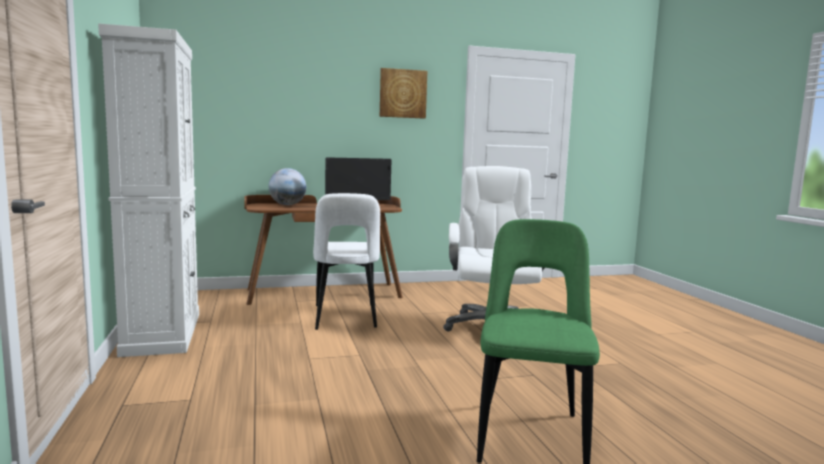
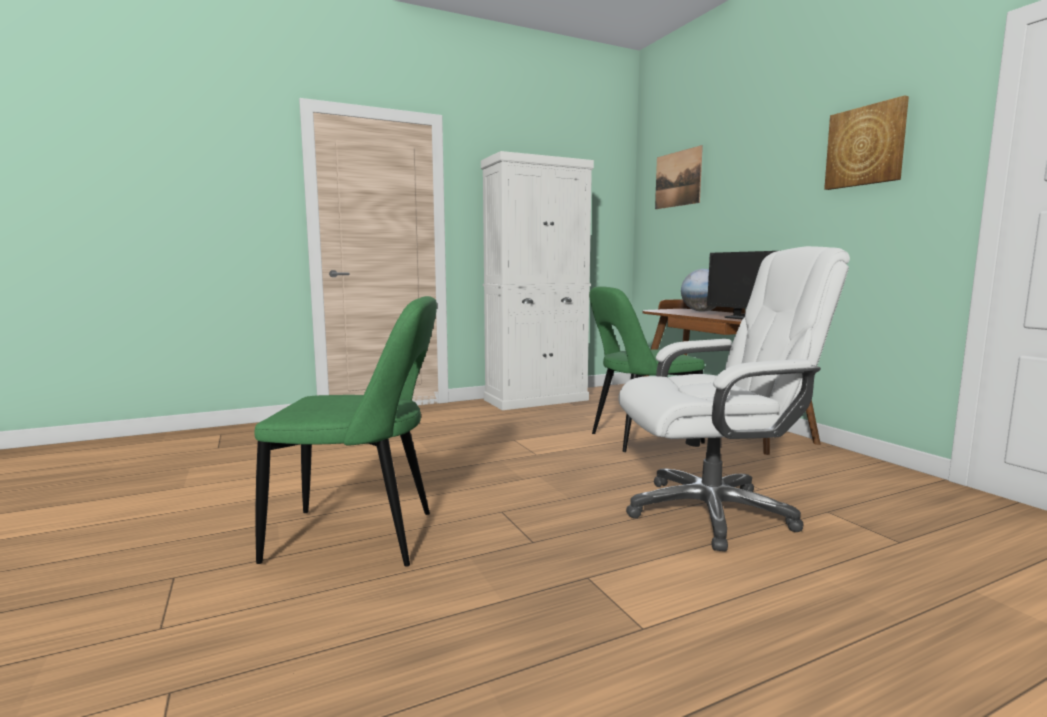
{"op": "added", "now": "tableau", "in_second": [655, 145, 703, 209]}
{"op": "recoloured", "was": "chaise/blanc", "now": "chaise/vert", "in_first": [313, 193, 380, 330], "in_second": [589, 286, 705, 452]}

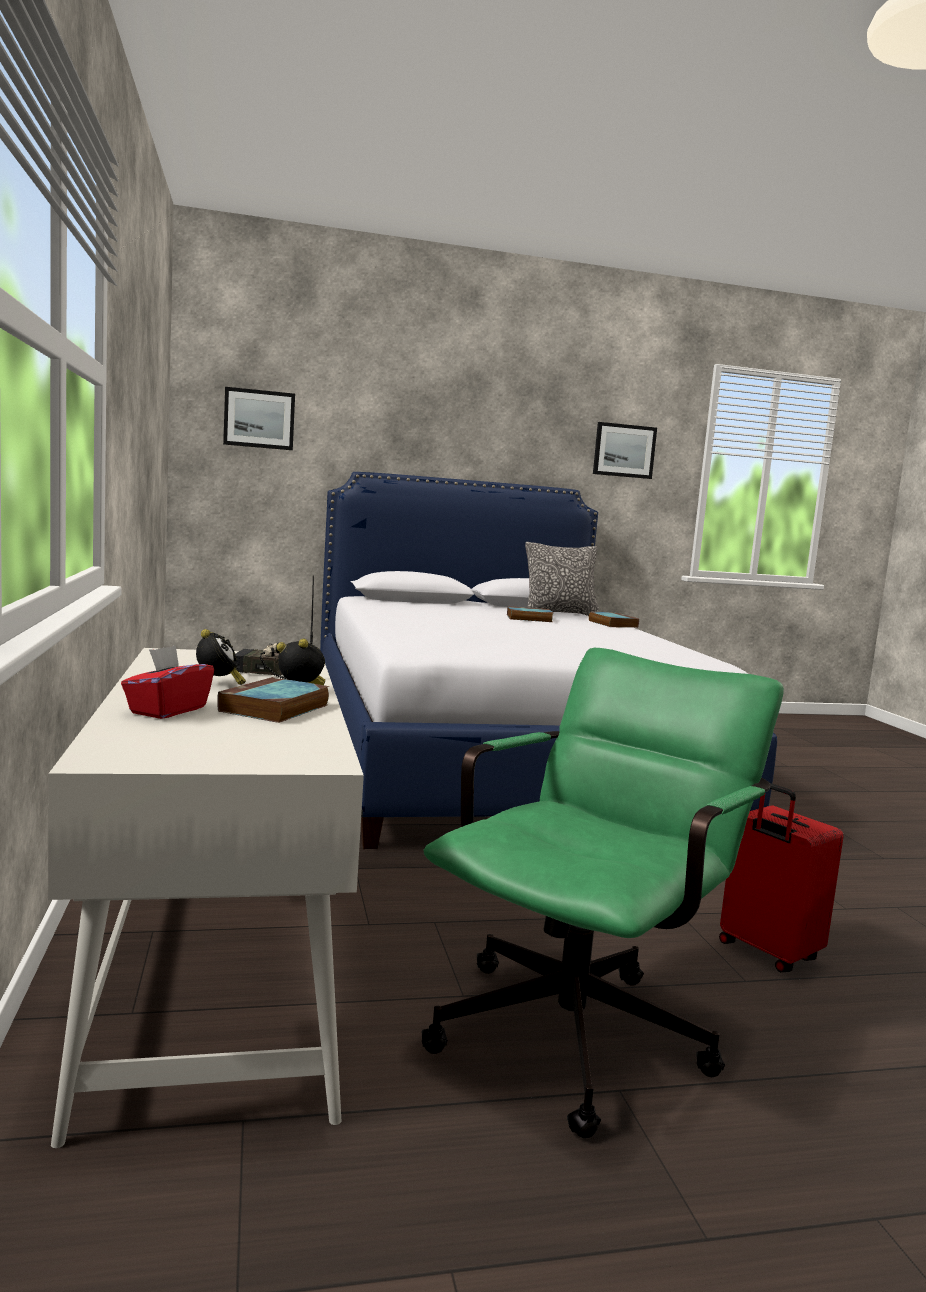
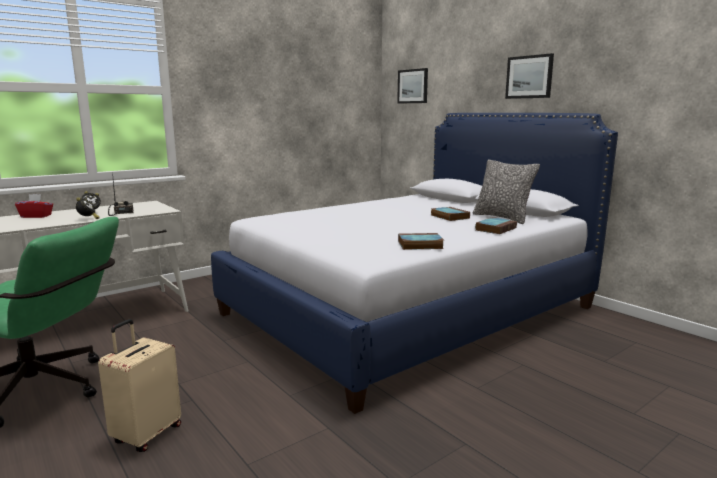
{"op": "moved", "was": "livre", "in_first": [217, 677, 329, 723], "in_second": [398, 233, 444, 250]}
{"op": "moved", "was": "tableau", "in_first": [593, 422, 657, 479], "in_second": [505, 53, 554, 99]}
{"op": "recoloured", "was": "valise/rouge", "now": "valise/beige", "in_first": [719, 783, 844, 972], "in_second": [98, 319, 181, 452]}

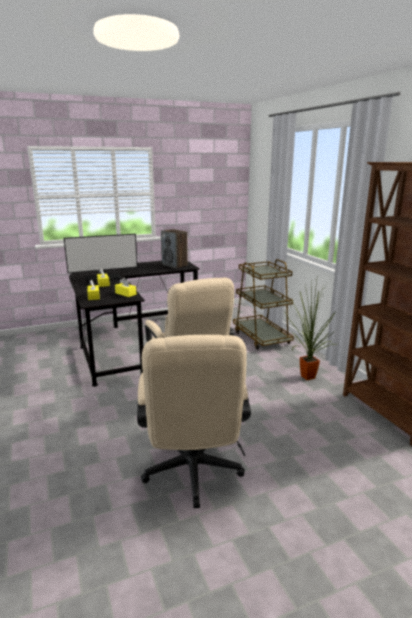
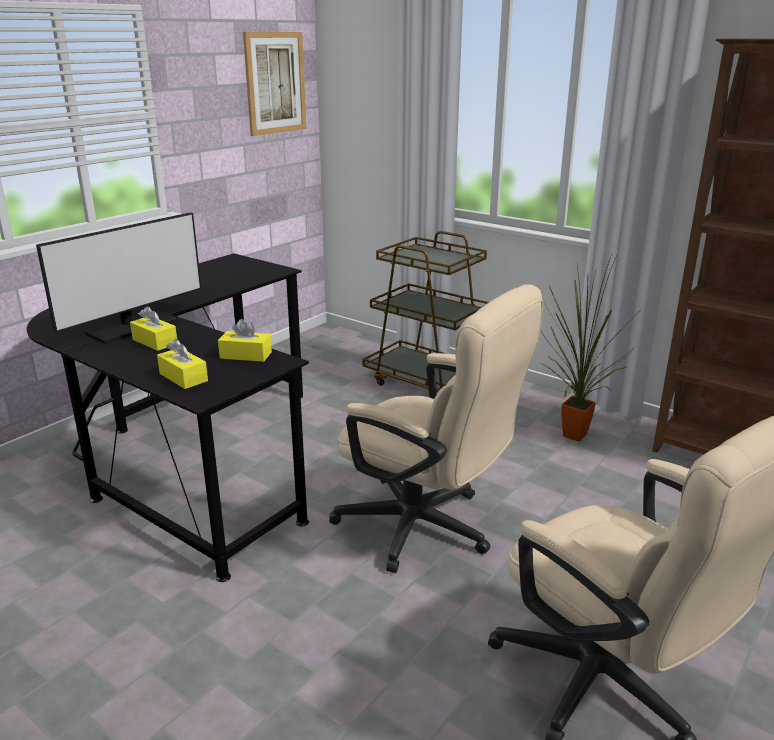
{"op": "removed", "was": "enceinte", "in_first": [161, 229, 188, 269]}
{"op": "added", "now": "tableau", "in_second": [243, 32, 306, 136]}

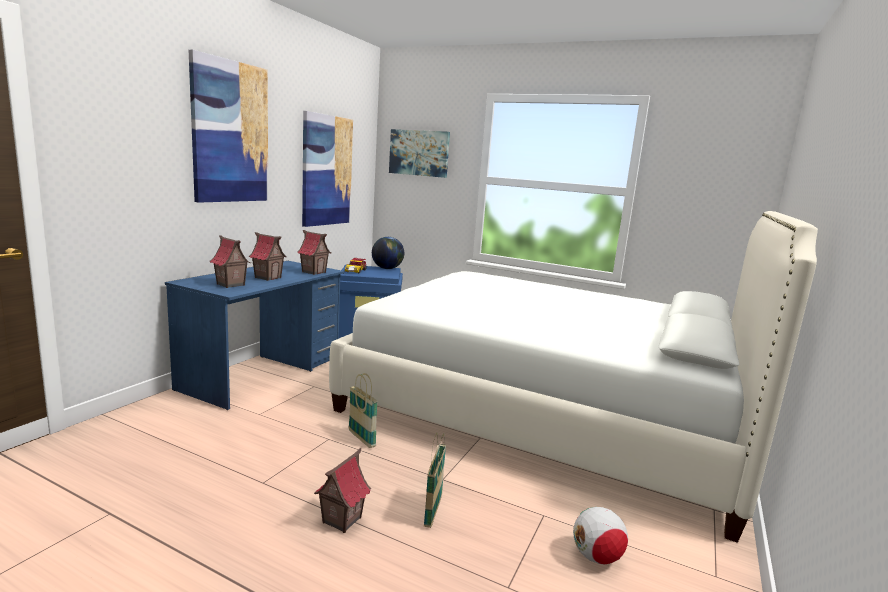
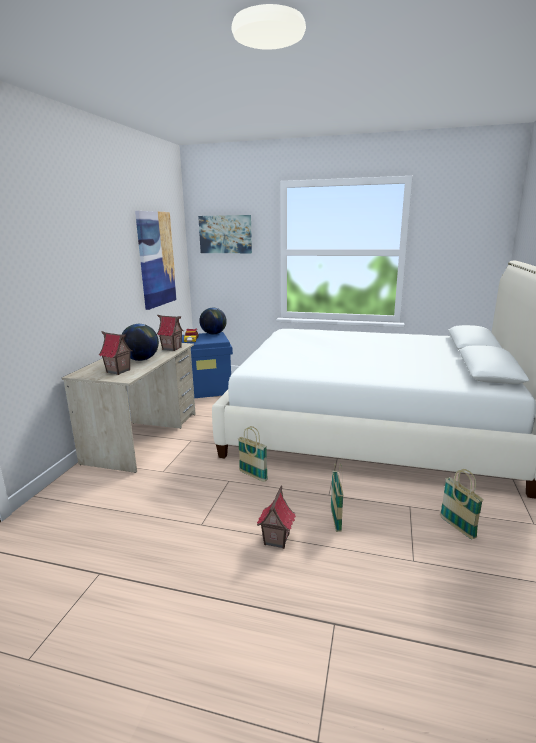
{"op": "removed", "was": "tableau", "in_first": [189, 49, 268, 203]}
{"op": "replaced", "was": "maison miniature", "now": "globe", "in_first": [249, 232, 287, 281], "in_second": [121, 324, 159, 361]}
{"op": "replaced", "was": "ballon de foot", "now": "panier", "in_first": [573, 507, 628, 564], "in_second": [440, 469, 484, 539]}
{"op": "recoloured", "was": "bureau/bleu", "now": "bureau/beige", "in_first": [165, 261, 344, 410], "in_second": [62, 342, 196, 473]}

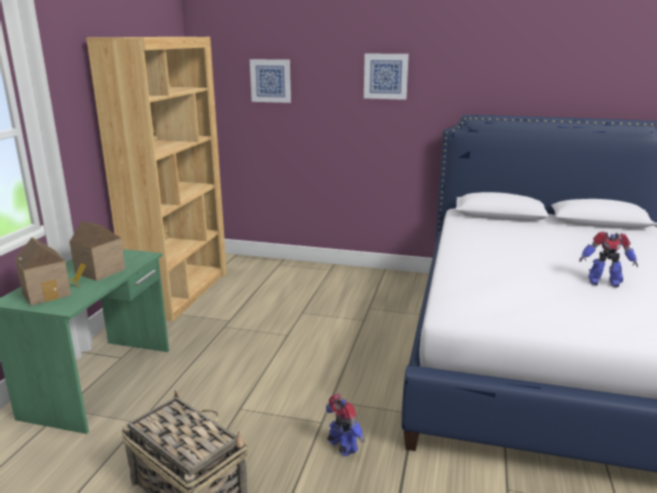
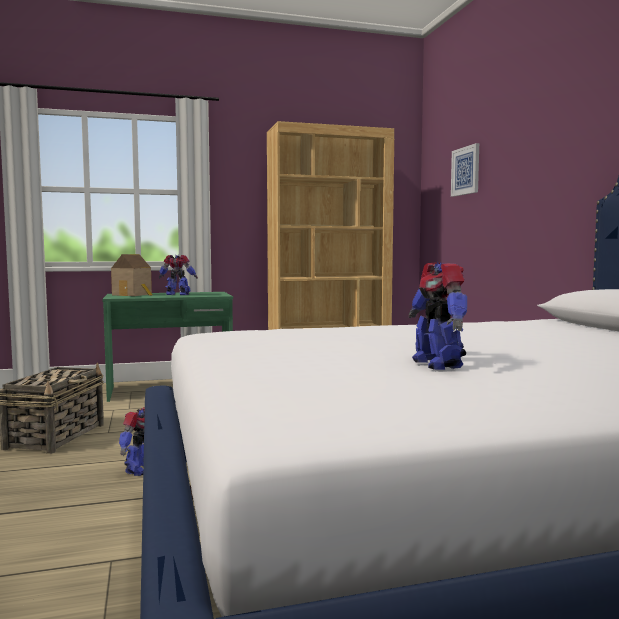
{"op": "removed", "was": "tableau", "in_first": [364, 54, 409, 100]}
{"op": "replaced", "was": "maison miniature", "now": "robot jouet", "in_first": [69, 221, 125, 282], "in_second": [159, 255, 198, 295]}

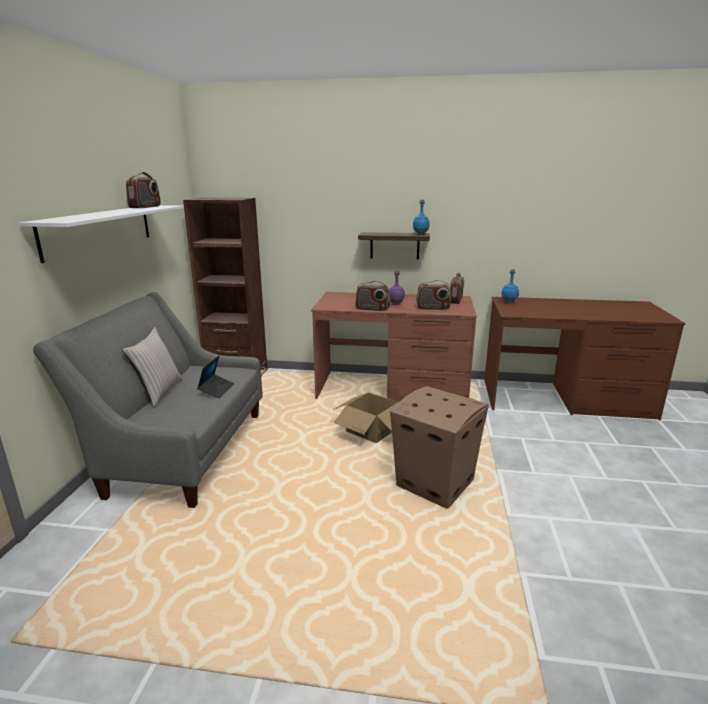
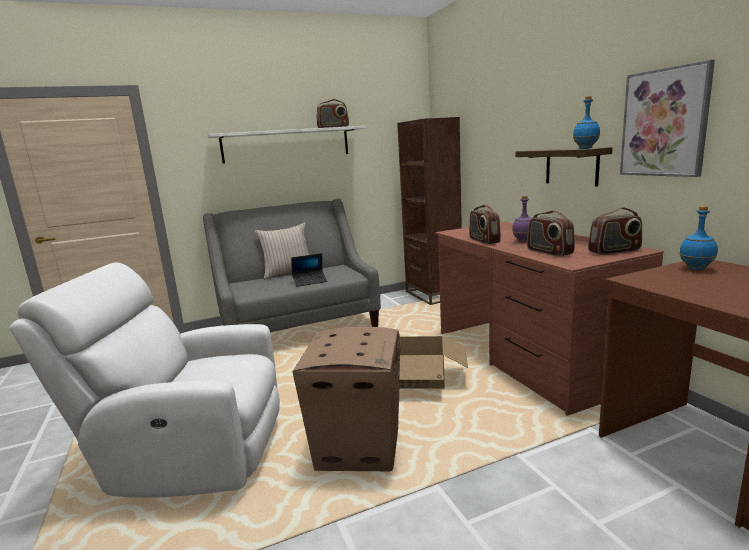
{"op": "added", "now": "fauteuil/blanc", "in_second": [10, 263, 280, 498]}
{"op": "added", "now": "tableau", "in_second": [620, 60, 715, 177]}

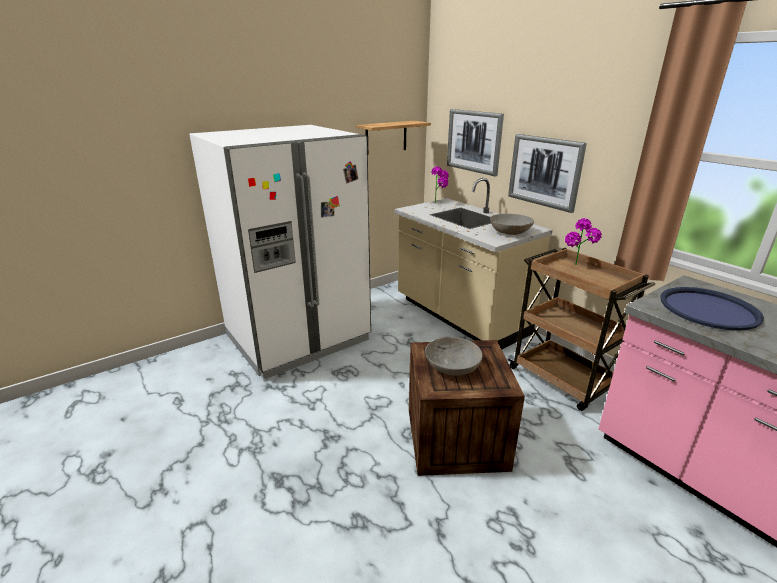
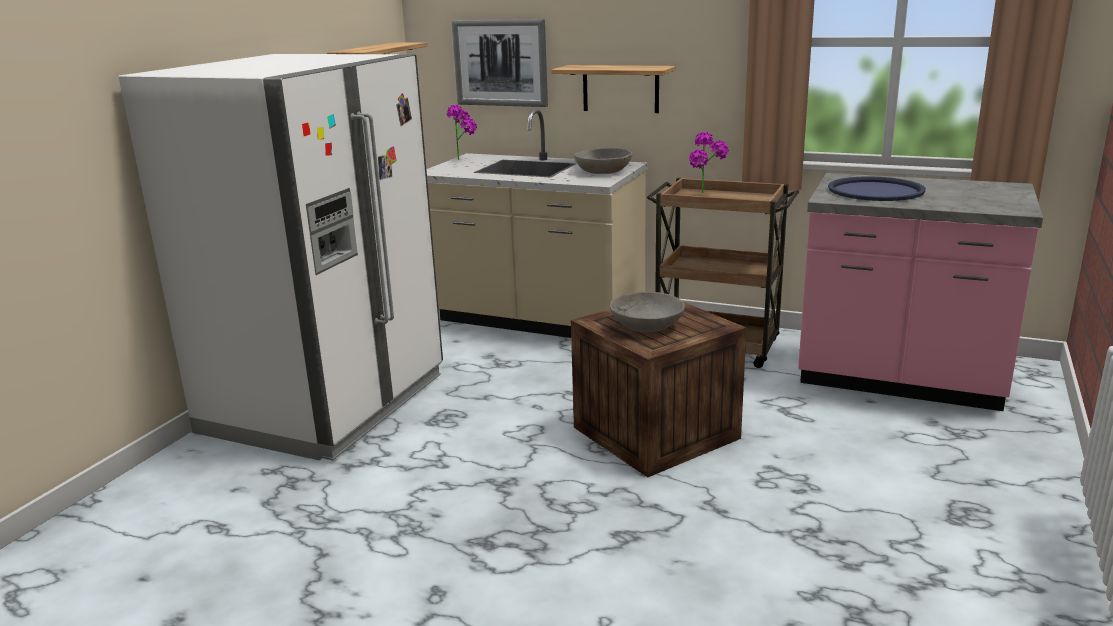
{"op": "replaced", "was": "tableau", "now": "étagère", "in_first": [508, 134, 587, 213], "in_second": [551, 65, 676, 113]}

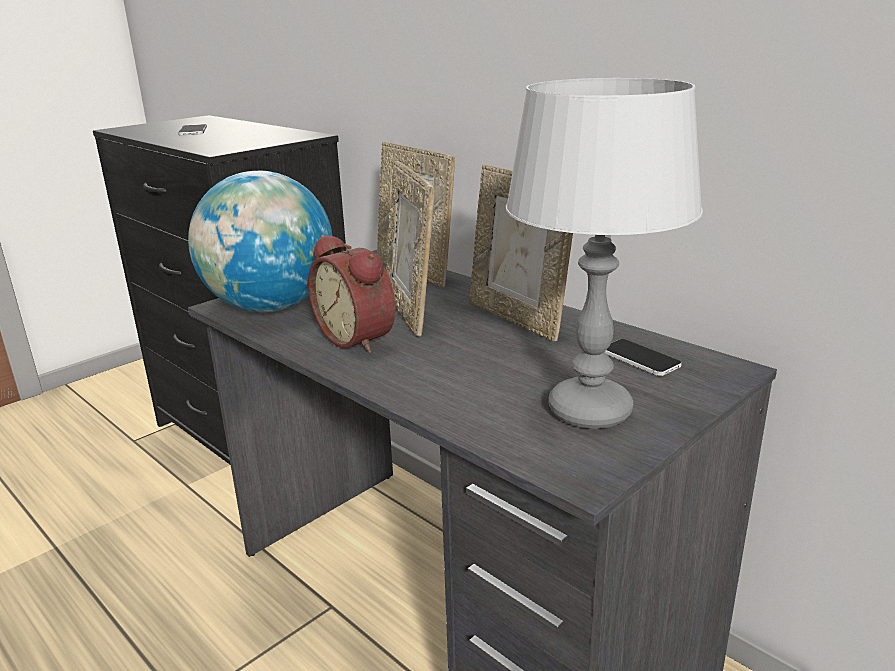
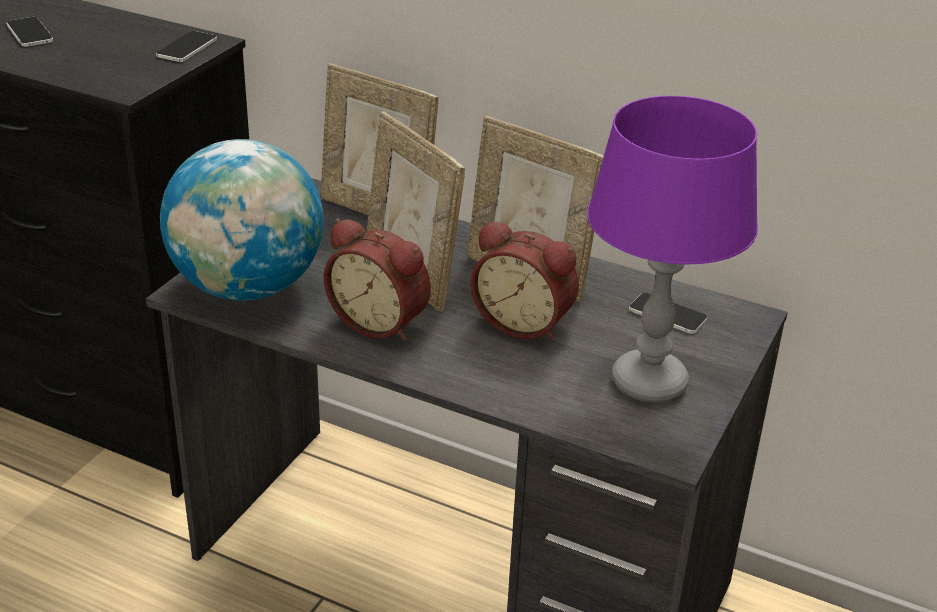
{"op": "added", "now": "téléphone", "in_second": [156, 31, 217, 62]}
{"op": "added", "now": "réveil", "in_second": [471, 221, 579, 341]}
{"op": "recoloured", "was": "lampe de table/gris", "now": "lampe de table/violet", "in_first": [506, 78, 703, 428], "in_second": [587, 96, 758, 403]}

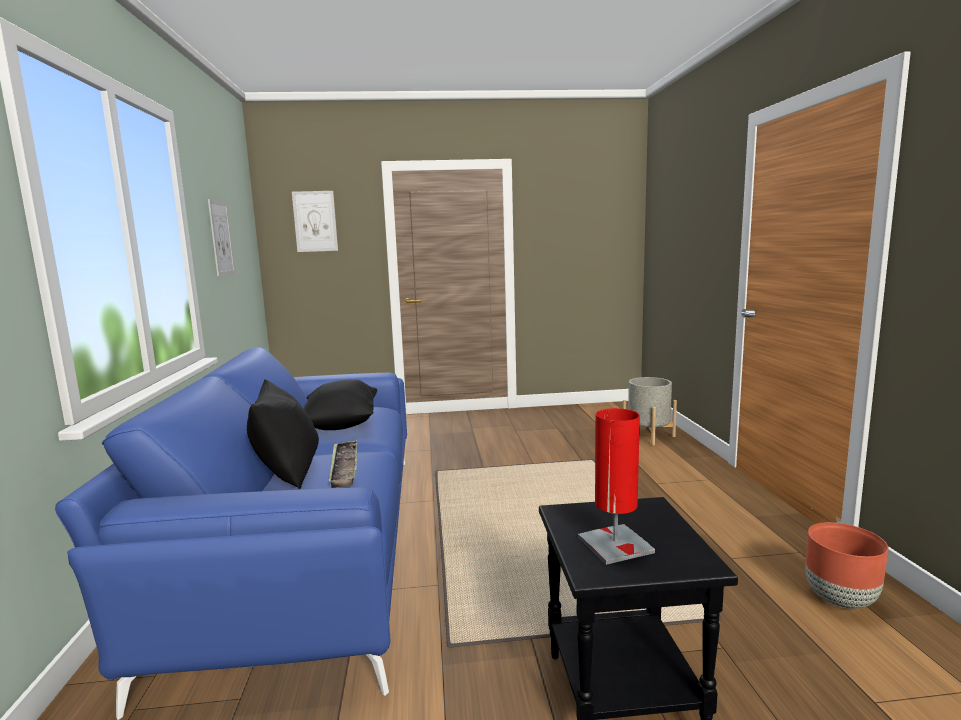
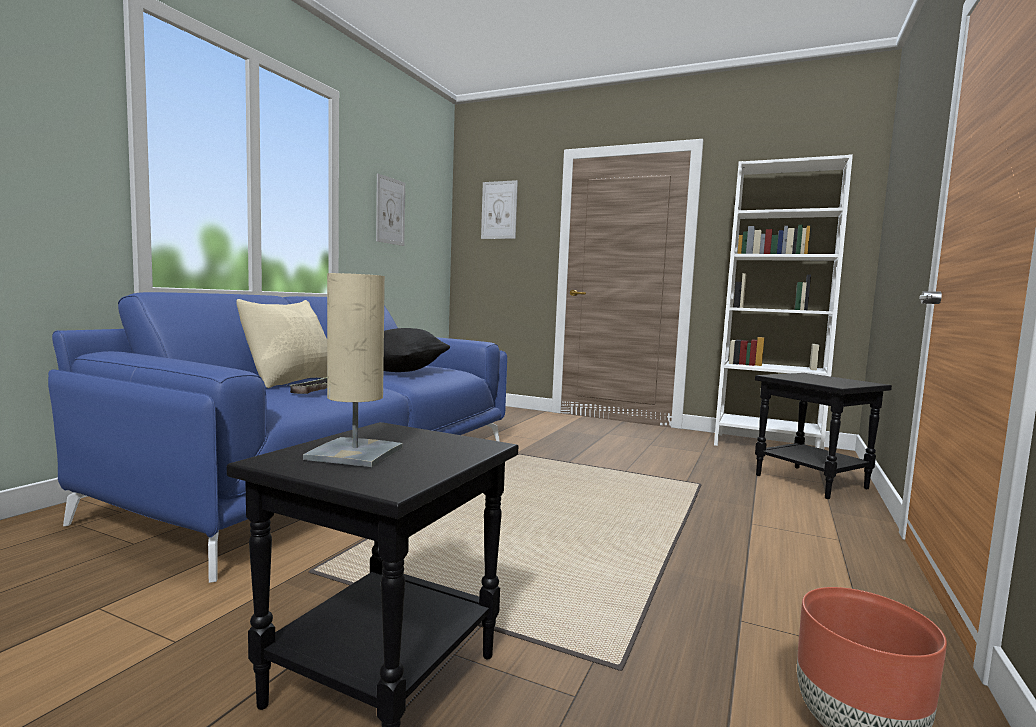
{"op": "added", "now": "bibliothèque/blanc", "in_second": [714, 154, 853, 449]}
{"op": "replaced", "was": "cache-pot/gris", "now": "table d'appoint/noir", "in_first": [623, 377, 677, 445], "in_second": [755, 373, 892, 499]}
{"op": "recoloured", "was": "coussin/noir", "now": "coussin/beige", "in_first": [247, 379, 319, 489], "in_second": [236, 299, 327, 388]}
{"op": "recoloured", "was": "lampe de table/rouge", "now": "lampe de table/beige", "in_first": [578, 408, 655, 565], "in_second": [303, 273, 403, 467]}

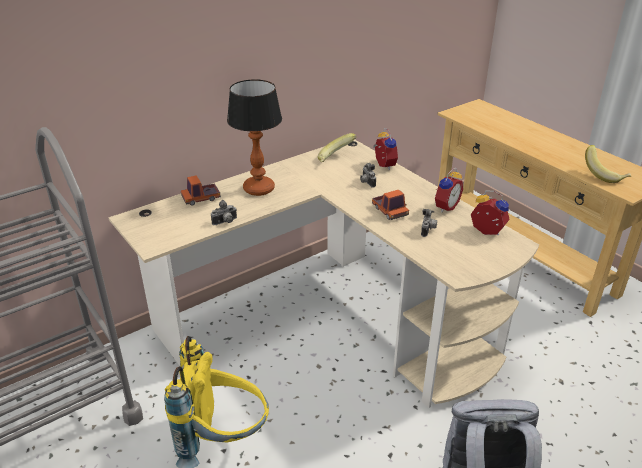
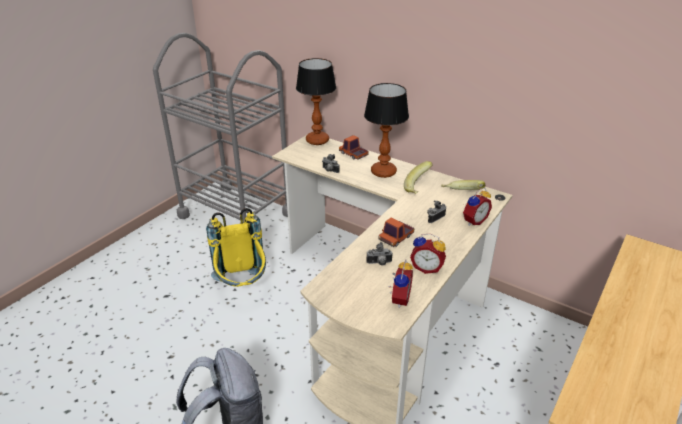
{"op": "added", "now": "lampe de table", "in_second": [296, 58, 336, 145]}
{"op": "moved", "was": "banane", "in_first": [585, 145, 631, 183], "in_second": [404, 161, 433, 194]}

